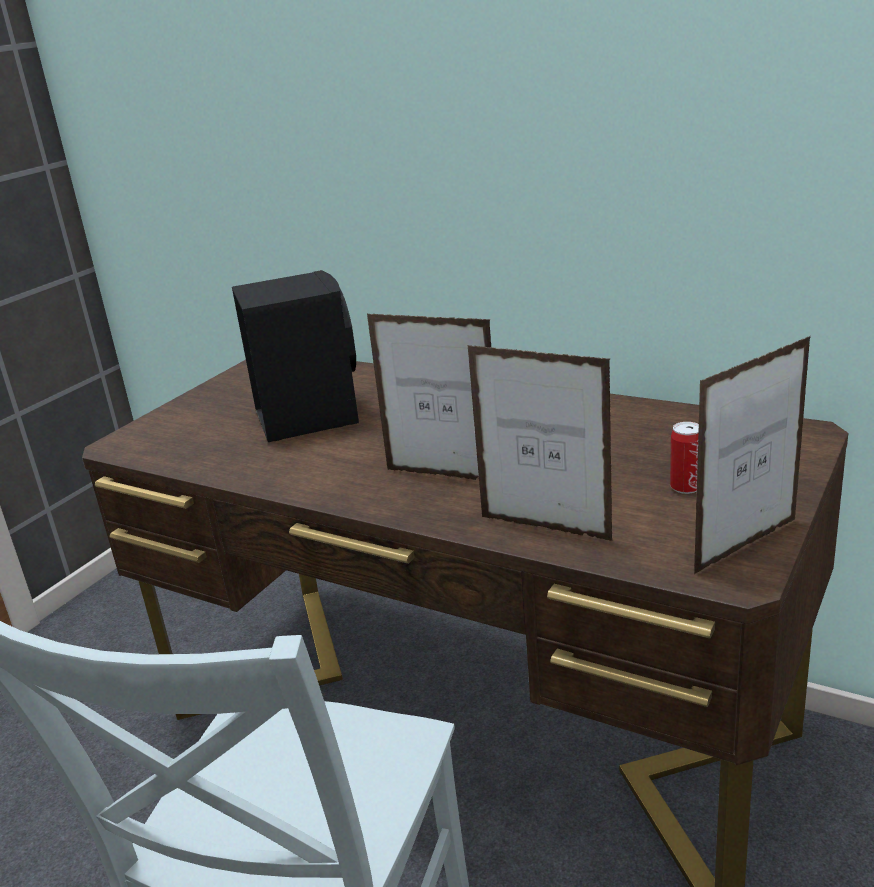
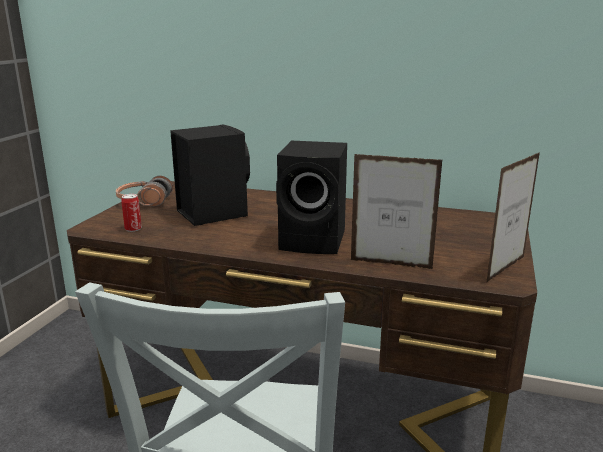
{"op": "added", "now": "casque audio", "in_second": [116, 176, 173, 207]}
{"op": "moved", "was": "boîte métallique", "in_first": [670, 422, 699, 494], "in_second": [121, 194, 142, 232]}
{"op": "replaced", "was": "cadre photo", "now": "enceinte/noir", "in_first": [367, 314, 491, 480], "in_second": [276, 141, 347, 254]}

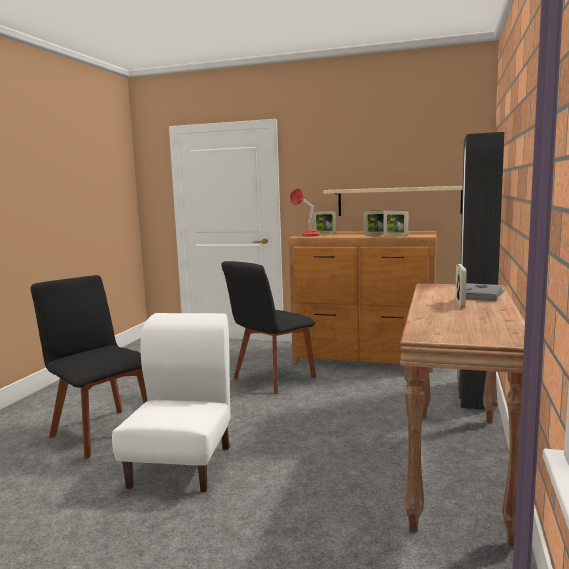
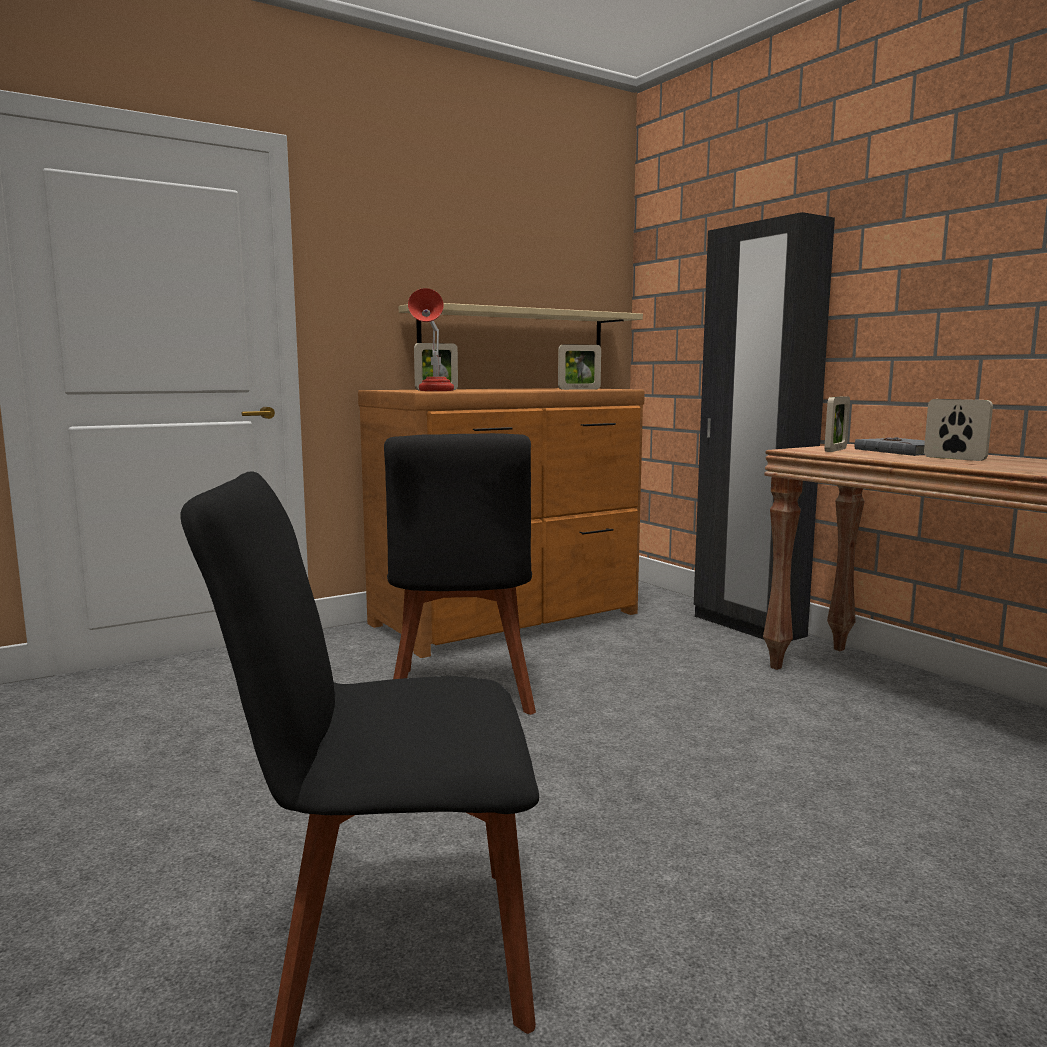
{"op": "removed", "was": "chaise/blanc", "in_first": [112, 313, 231, 492]}
{"op": "moved", "was": "cadre photo", "in_first": [364, 210, 387, 235], "in_second": [824, 396, 850, 452]}

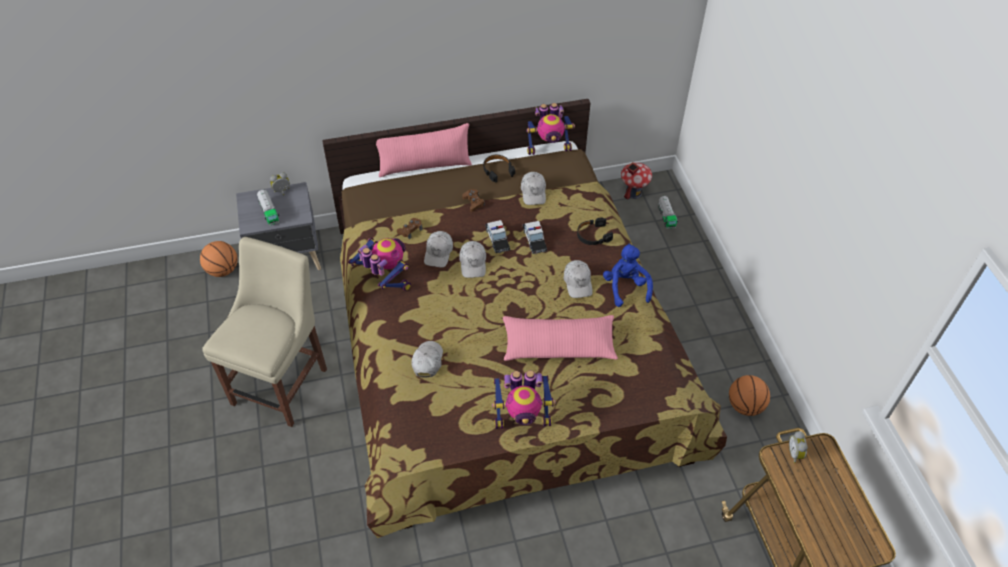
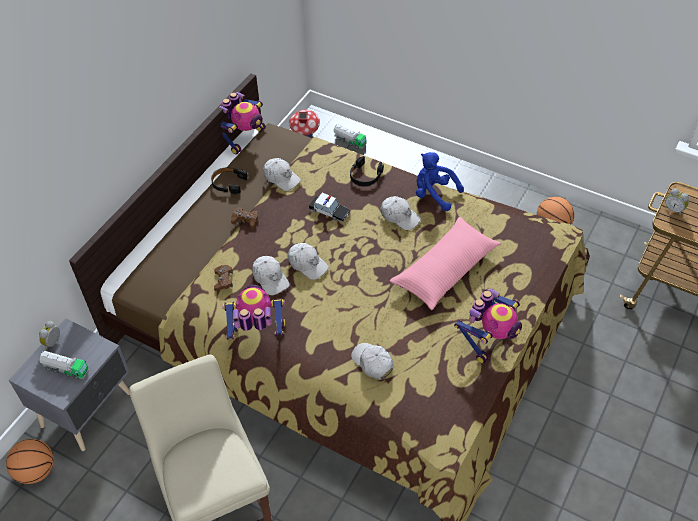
{"op": "removed", "was": "coussin/rose", "in_first": [376, 123, 472, 177]}
{"op": "removed", "was": "petite voiture", "in_first": [485, 220, 510, 253]}

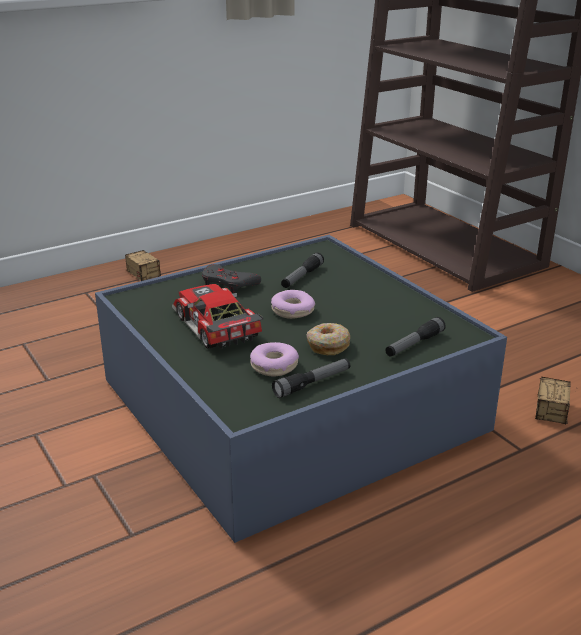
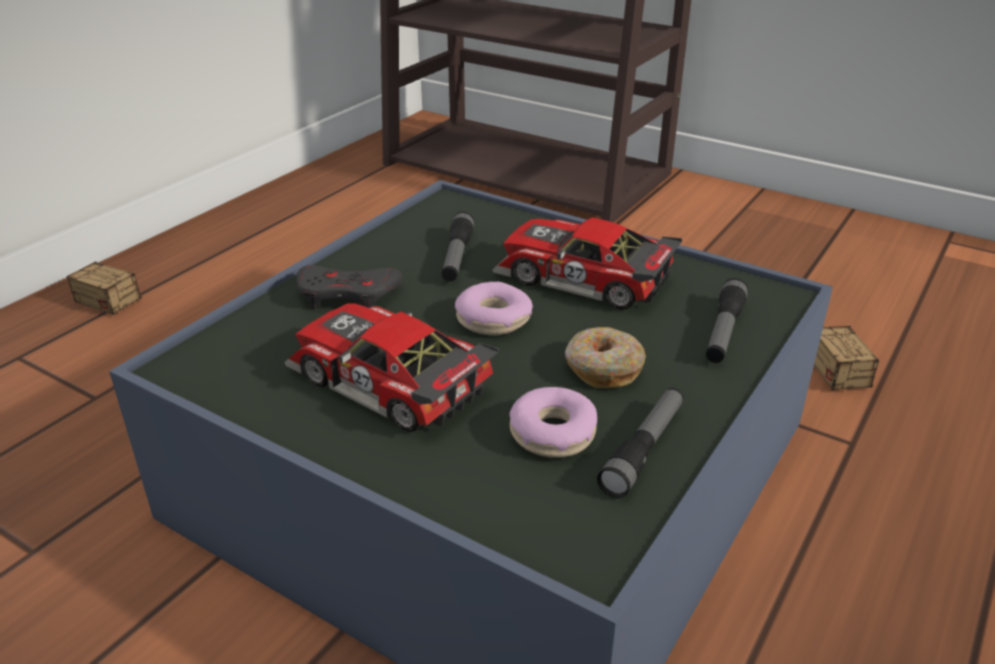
{"op": "added", "now": "petite voiture", "in_second": [492, 217, 682, 310]}

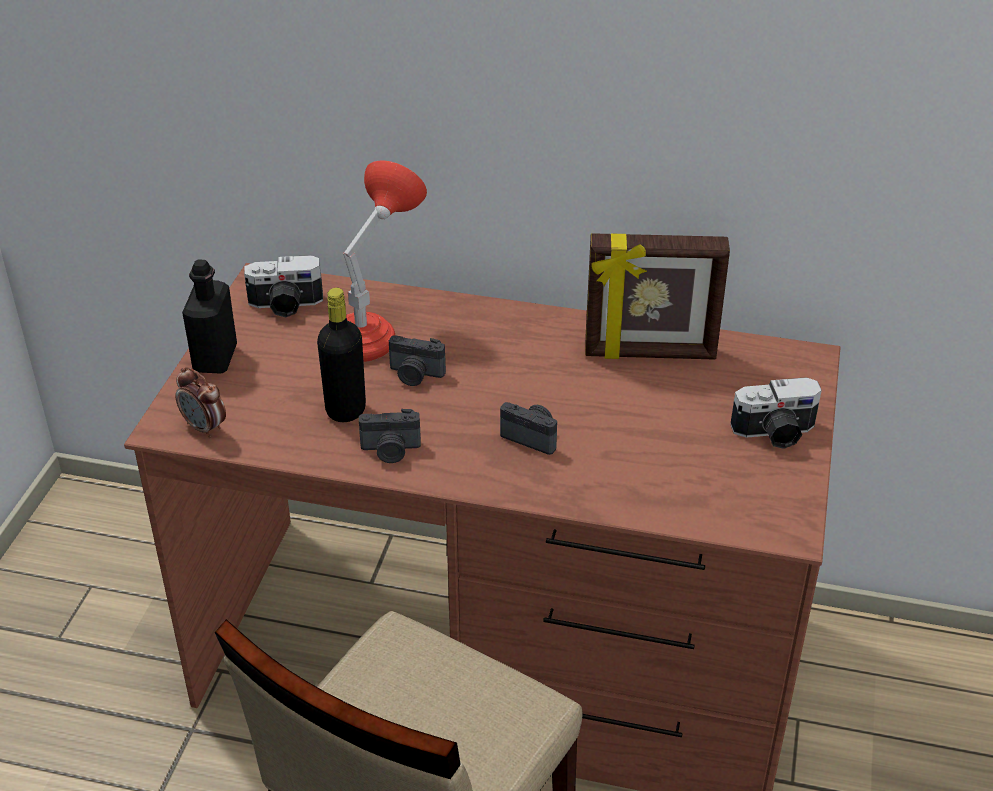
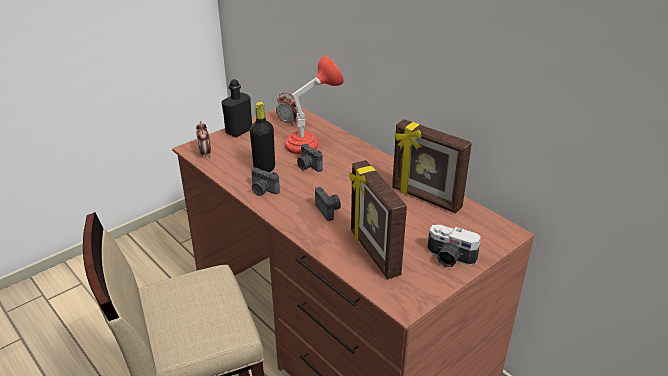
{"op": "added", "now": "cadre photo", "in_second": [349, 160, 407, 279]}
{"op": "replaced", "was": "appareil photo", "now": "réveil", "in_first": [244, 255, 323, 317], "in_second": [276, 92, 298, 125]}

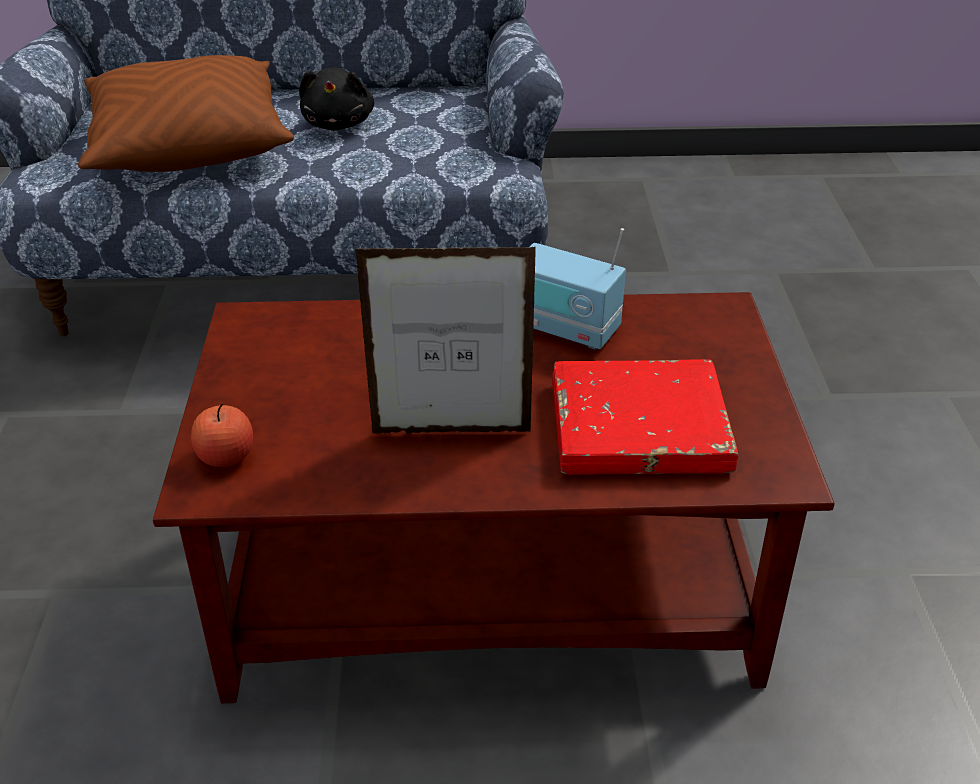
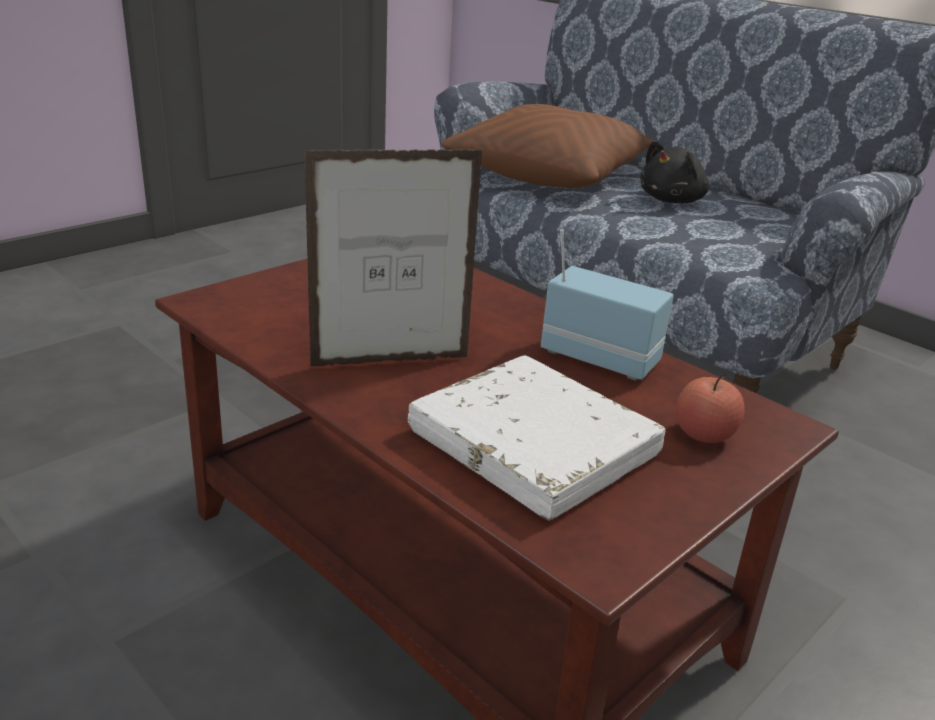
{"op": "moved", "was": "pomme", "in_first": [191, 403, 253, 467], "in_second": [676, 373, 745, 443]}
{"op": "recoloured", "was": "livre/rouge", "now": "livre/blanc", "in_first": [552, 359, 738, 475], "in_second": [408, 355, 666, 521]}
{"op": "turned", "was": "cadre photo", "in_first": [355, 247, 536, 433], "in_second": [304, 149, 483, 367], "clockwise": 120}
{"op": "turned", "was": "radio", "in_first": [530, 228, 626, 350], "in_second": [541, 229, 674, 380], "clockwise": 135}

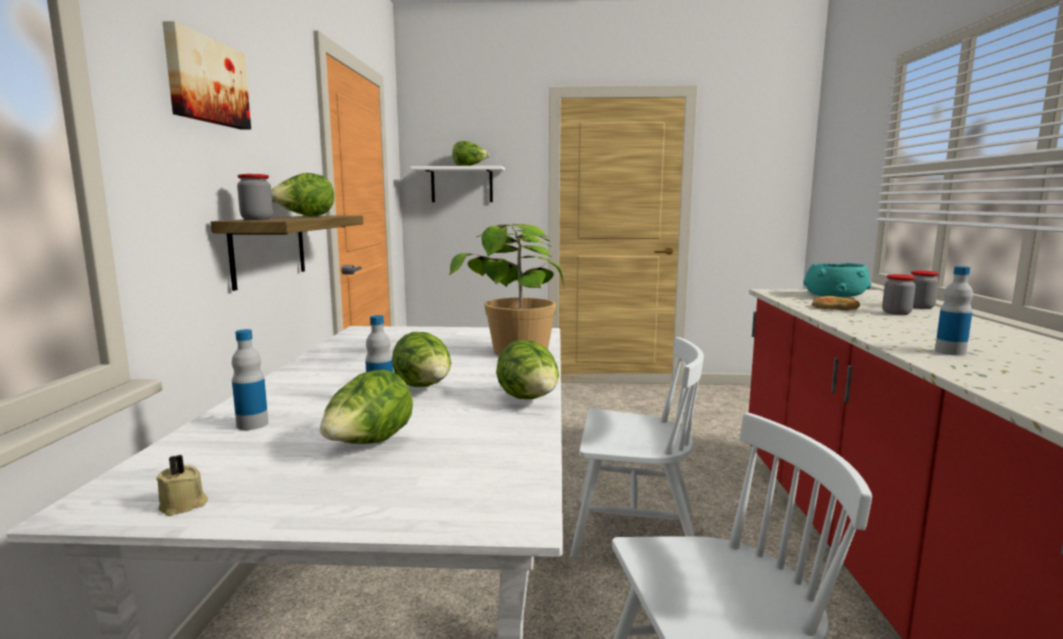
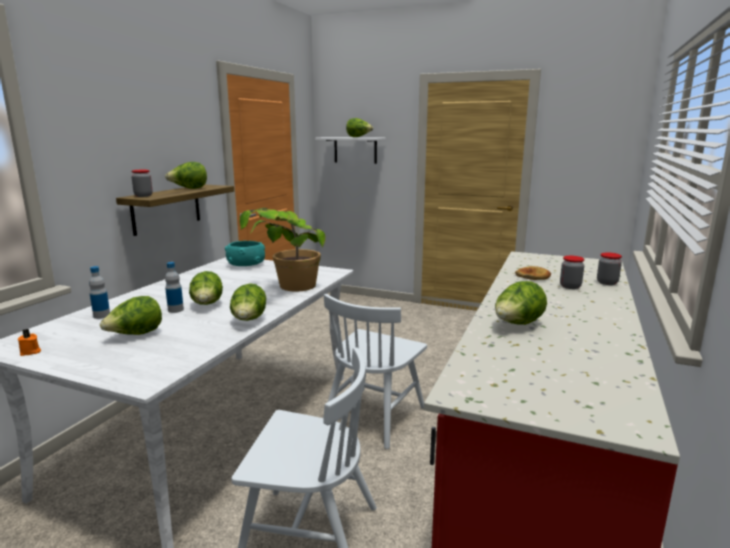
{"op": "removed", "was": "tableau", "in_first": [162, 21, 251, 130]}
{"op": "moved", "was": "bol/turquoise", "in_first": [803, 263, 871, 297], "in_second": [225, 241, 265, 266]}
{"op": "replaced", "was": "bouteille", "now": "laitue", "in_first": [935, 266, 973, 356], "in_second": [495, 281, 547, 325]}
{"op": "recoloured", "was": "bougie/beige", "now": "bougie/orange", "in_first": [156, 455, 208, 516], "in_second": [18, 329, 41, 356]}
{"op": "turned", "was": "chaise/blanc", "in_first": [570, 337, 704, 558], "in_second": [323, 294, 427, 449], "clockwise": 90}

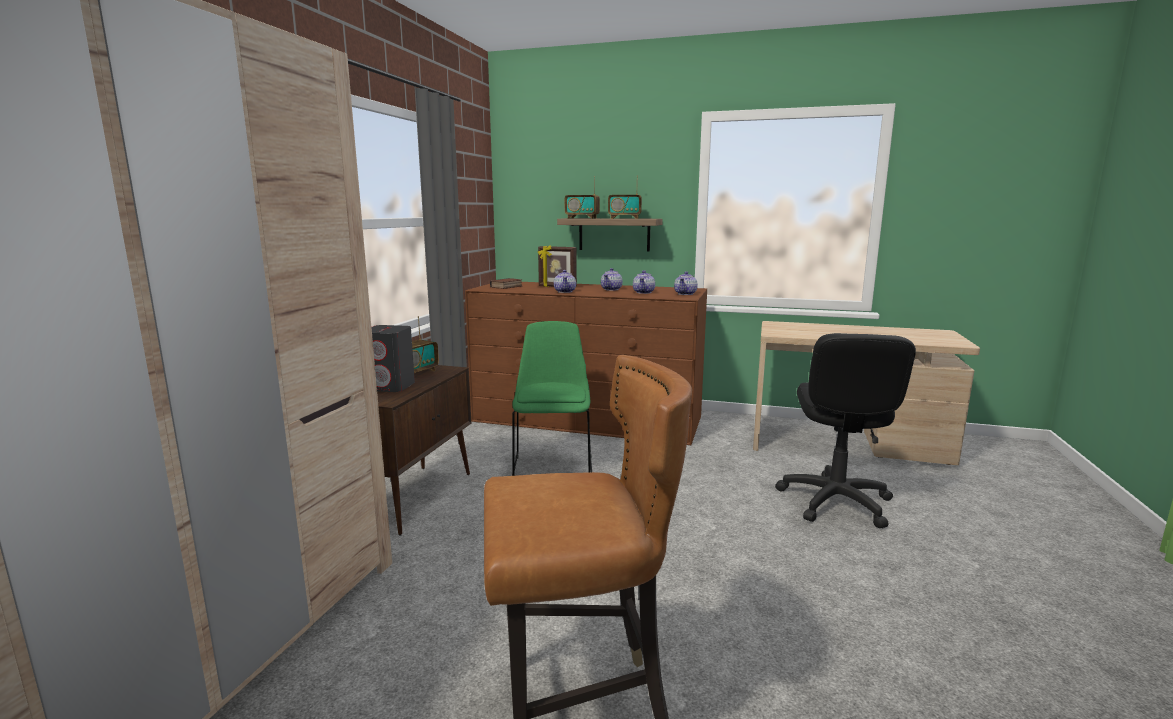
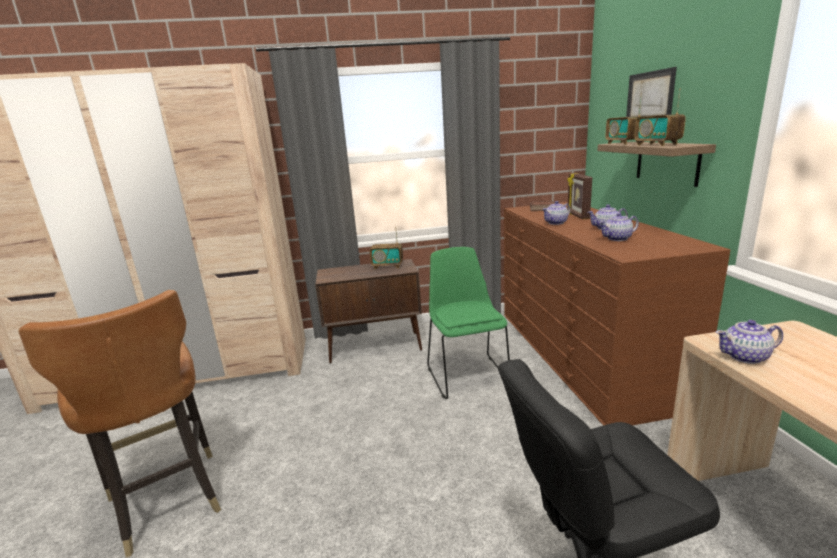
{"op": "removed", "was": "enceinte/gris", "in_first": [371, 325, 415, 392]}
{"op": "added", "now": "tableau", "in_second": [626, 67, 677, 117]}
{"op": "moved", "was": "théière", "in_first": [674, 271, 698, 295], "in_second": [716, 320, 783, 364]}
{"op": "turned", "was": "chaise/vert", "in_first": [512, 321, 592, 476], "in_second": [427, 247, 510, 399], "clockwise": -75}

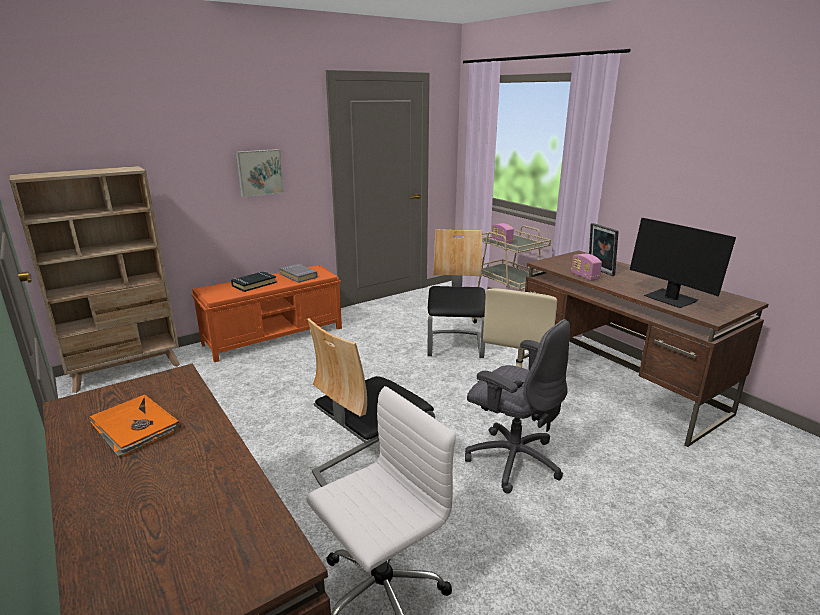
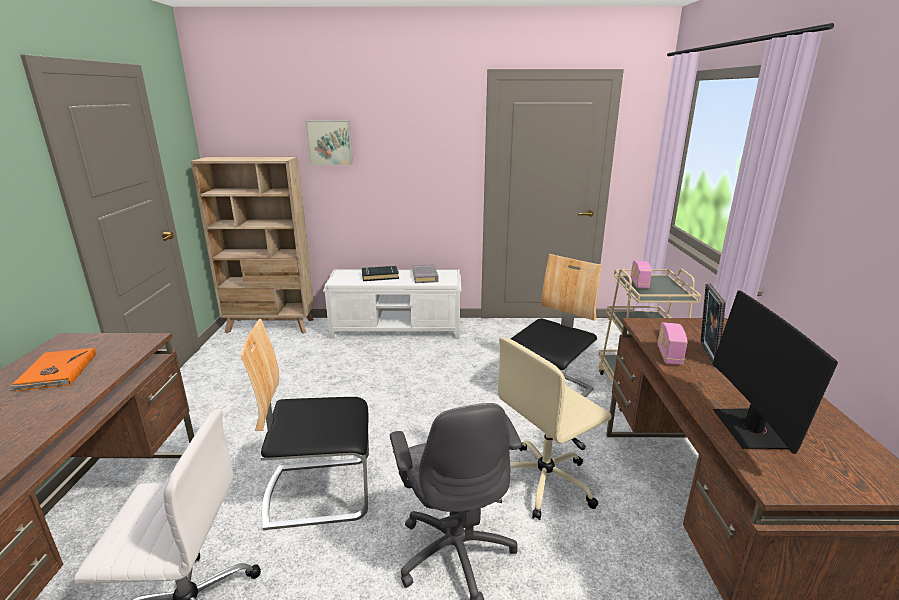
{"op": "moved", "was": "tableau", "in_first": [236, 149, 284, 197], "in_second": [305, 120, 353, 165]}
{"op": "recoloured", "was": "banc/orange", "now": "banc/blanc", "in_first": [192, 265, 342, 362], "in_second": [323, 270, 461, 339]}

